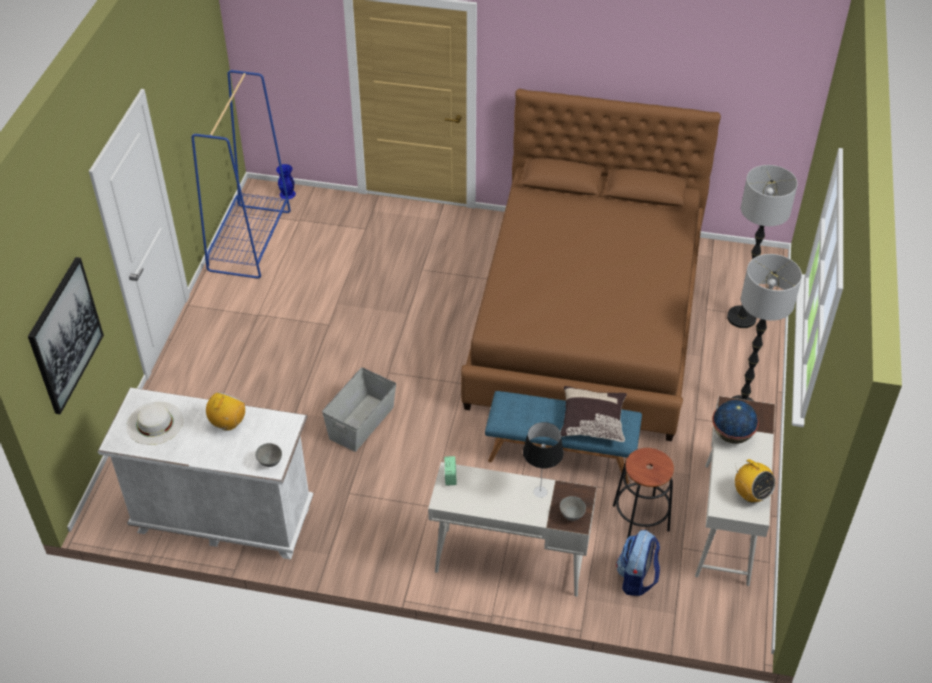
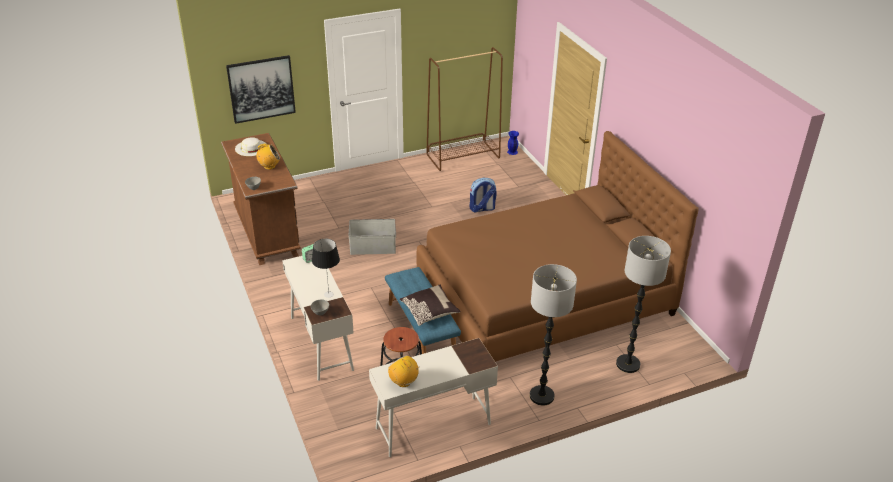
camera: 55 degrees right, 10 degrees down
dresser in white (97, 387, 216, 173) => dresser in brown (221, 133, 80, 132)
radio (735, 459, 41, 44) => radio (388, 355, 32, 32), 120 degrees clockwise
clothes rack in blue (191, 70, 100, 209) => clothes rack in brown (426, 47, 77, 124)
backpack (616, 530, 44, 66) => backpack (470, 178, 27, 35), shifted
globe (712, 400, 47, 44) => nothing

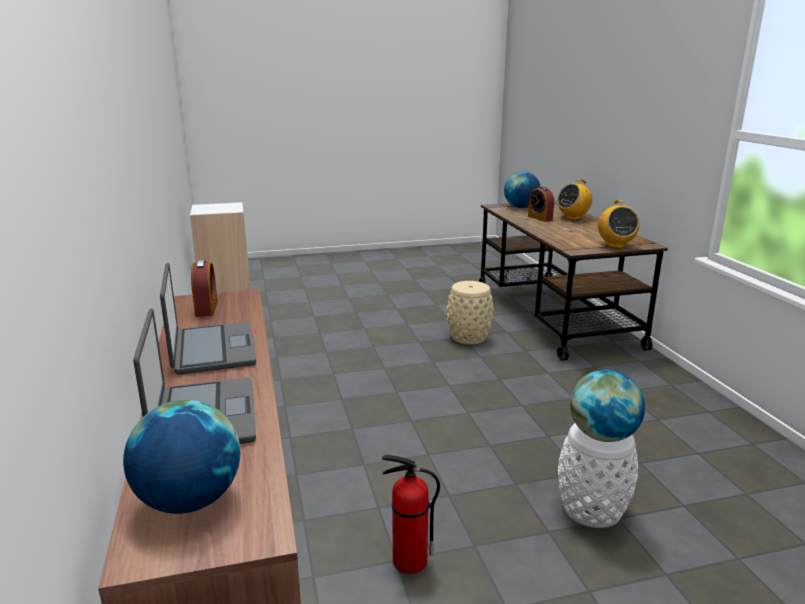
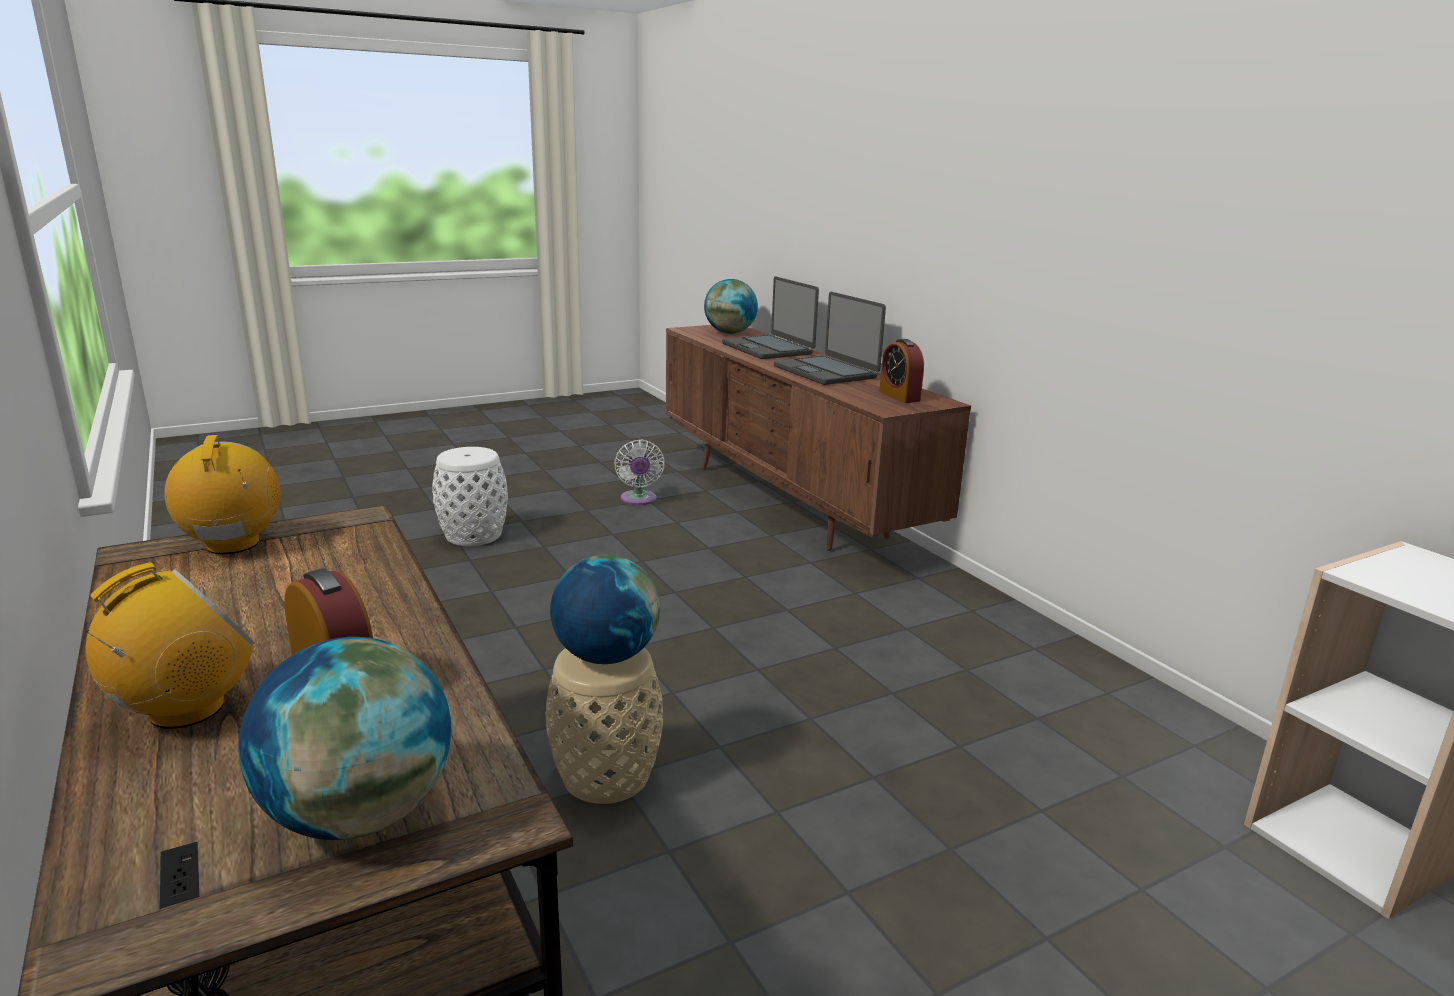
camera: 165 degrees right, 0 degrees up
globe (570, 370, 75, 72) => globe (550, 555, 110, 109), shifted
fire extinguisher (382, 455, 58, 119) => fan in white (614, 439, 51, 66)

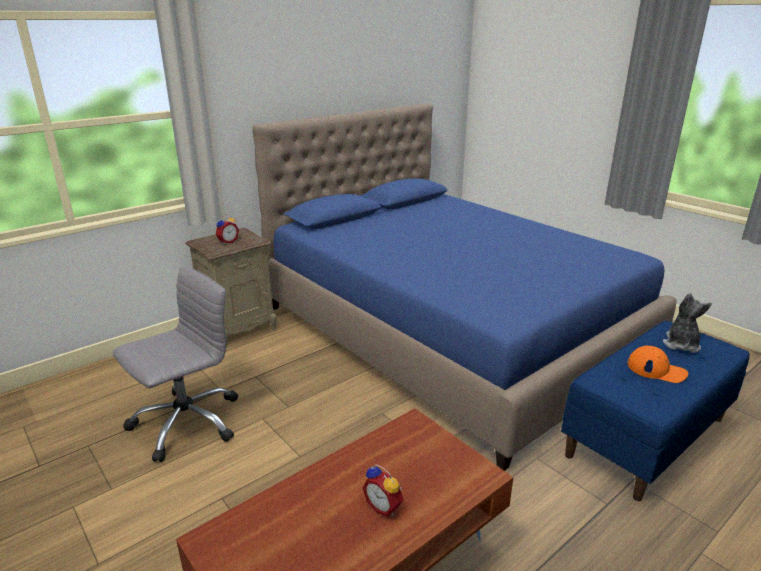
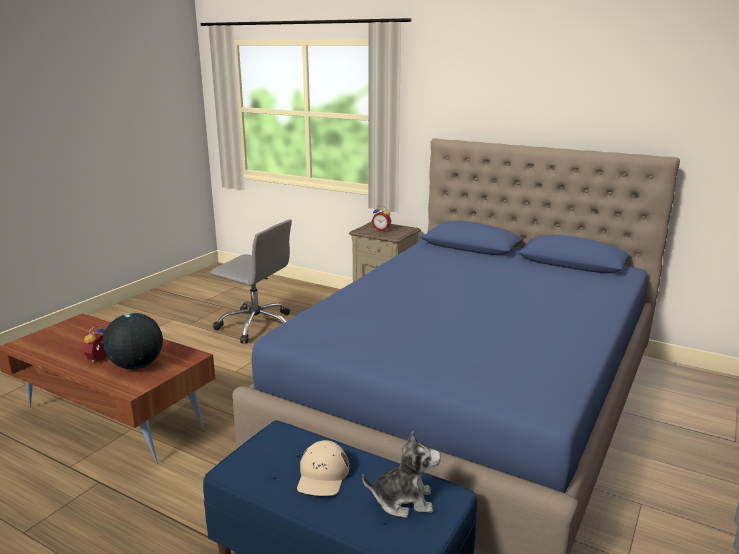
camera: 70 degrees right, 5 degrees down
nothing => globe (103, 313, 60, 56)
cap in orange (627, 346, 61, 37) => cap in beige (297, 440, 52, 56)

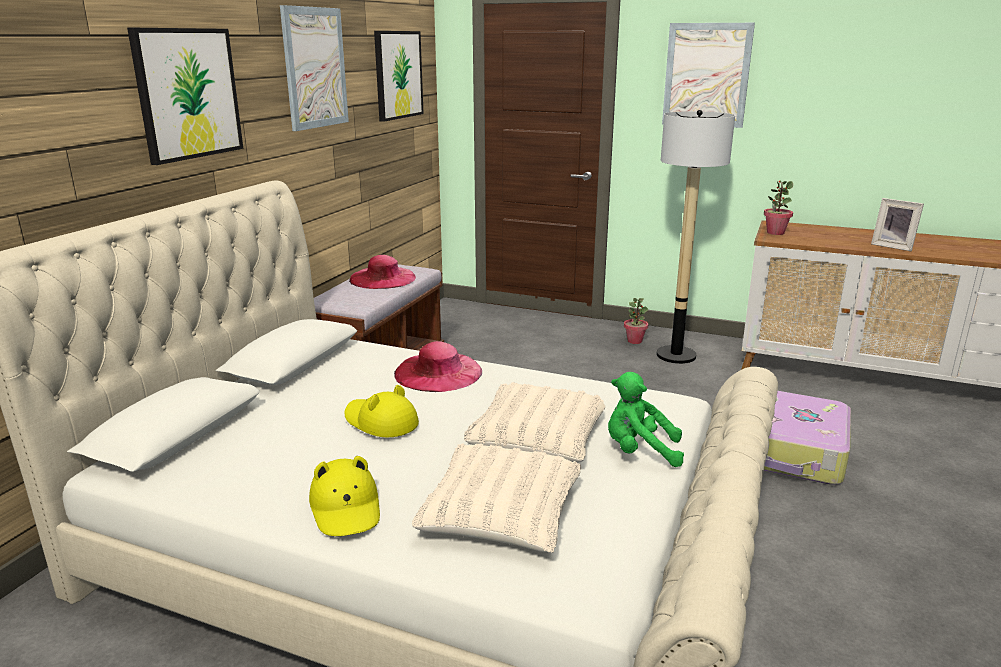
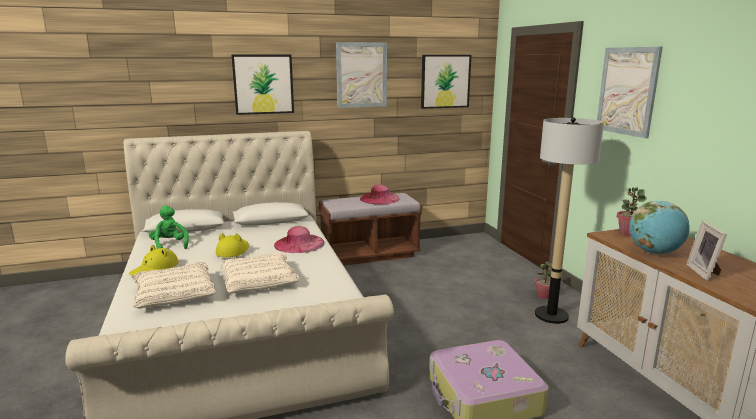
camera: 50 degrees right, 5 degrees down
plush toy in green (608, 372, 76, 95) => plush toy in green (149, 206, 40, 43), shifted
nothing => globe (629, 201, 61, 53)

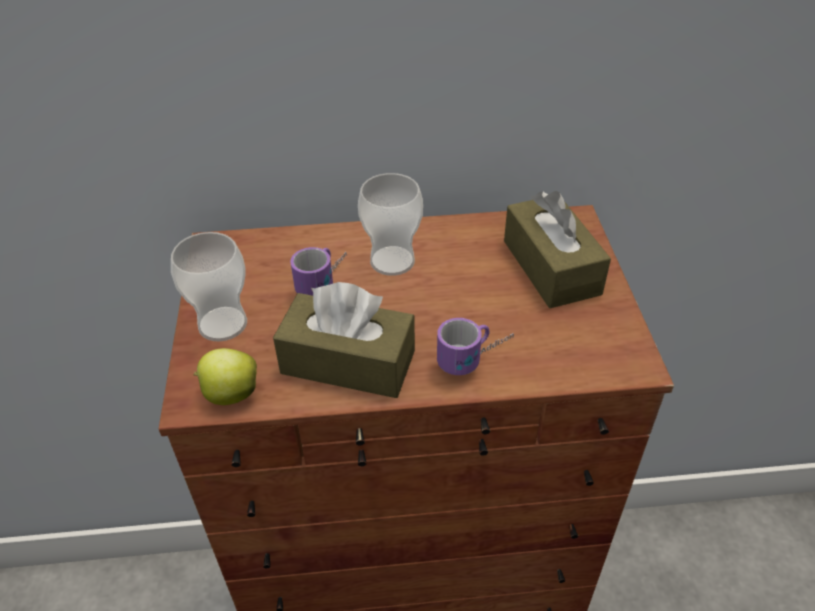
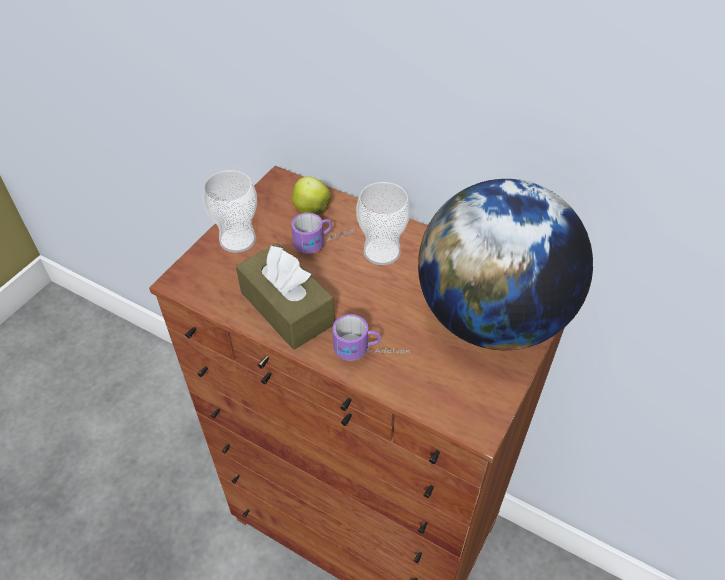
camera: 35 degrees right, 5 degrees up
apple (193, 348, 64, 57) => apple (292, 176, 39, 39), shifted
tissue box in brown (504, 191, 107, 117) => globe (418, 179, 175, 171)

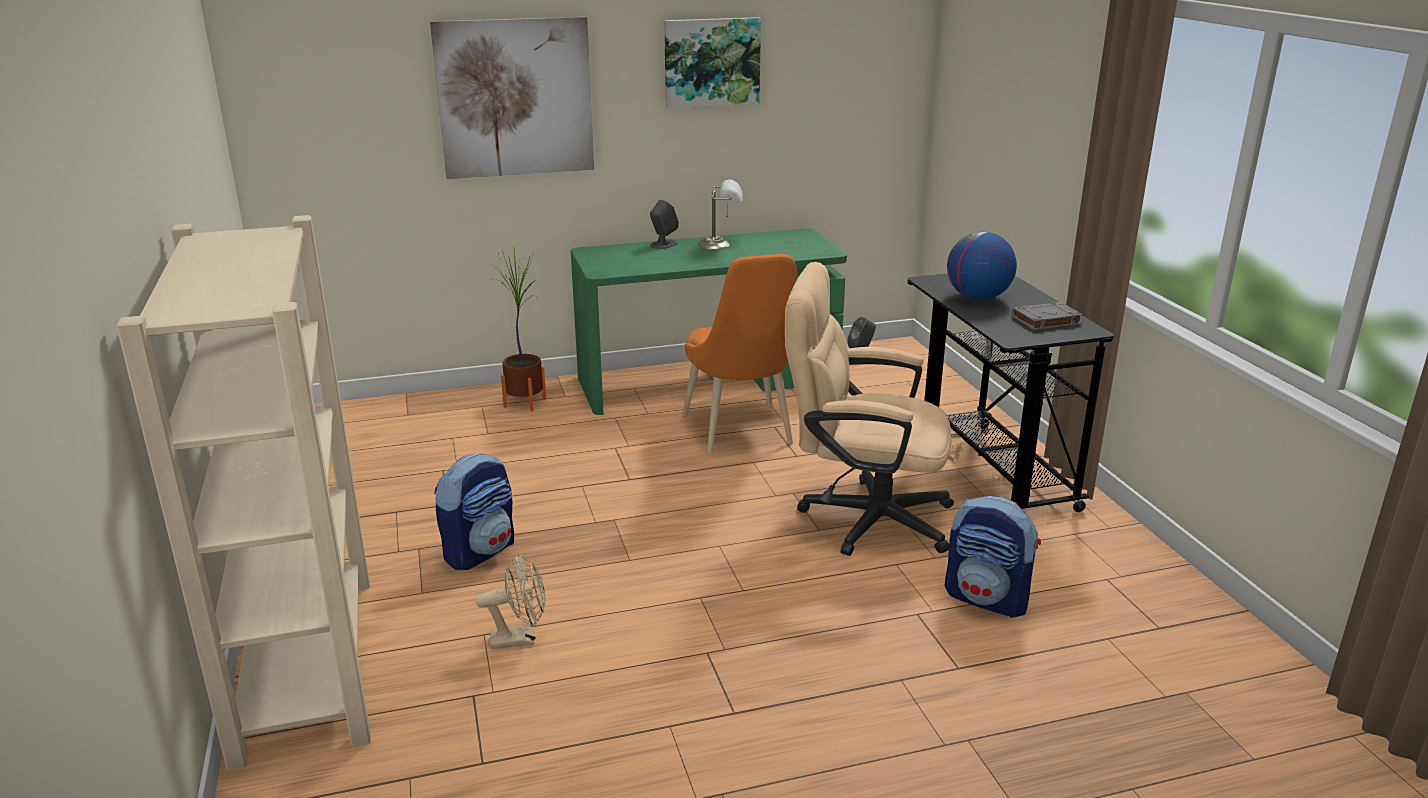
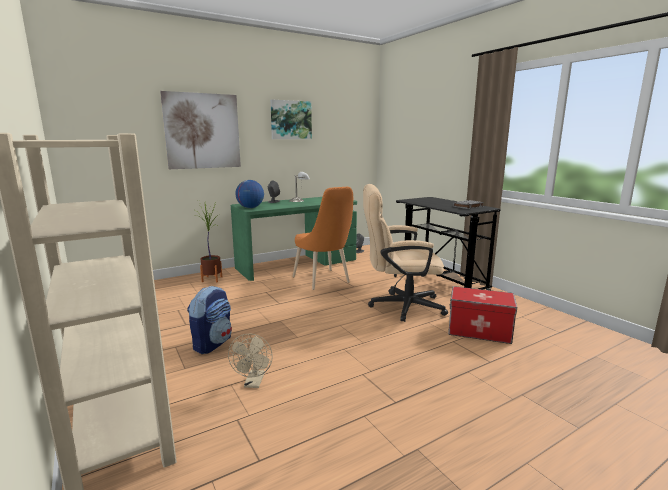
camera: 15 degrees left, 10 degrees down
fan in beige (476, 553, 69, 96) => fan in beige (228, 334, 45, 54), 120 degrees clockwise
globe (947, 232, 70, 68) => globe (235, 180, 29, 28), shifted
backpack (945, 496, 96, 122) => storage box (448, 286, 69, 58)

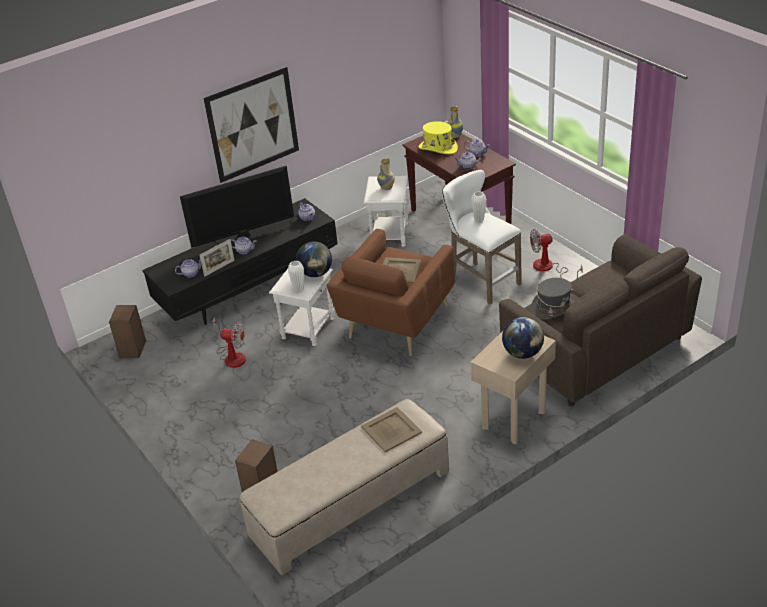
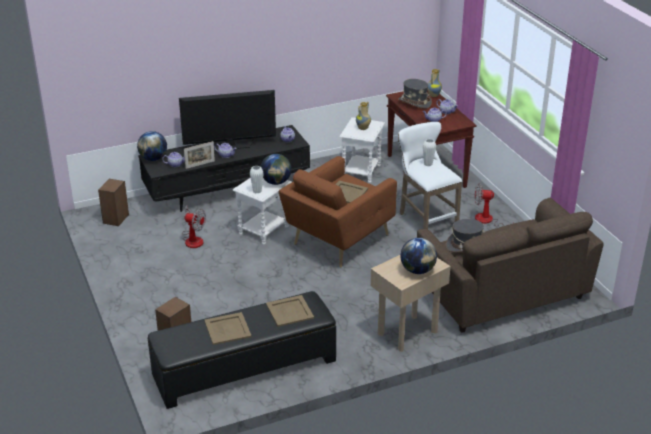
camera: 10 degrees right, 5 degrees down
nothing => globe (137, 131, 30, 30)
bench in beige (240, 399, 209, 176) => bench in black (148, 291, 188, 118)
nothing => tray in beige (204, 312, 48, 33)
hat in yellow (419, 121, 39, 33) => hat in grey (398, 79, 34, 30)
picture (204, 67, 95, 116) => nothing

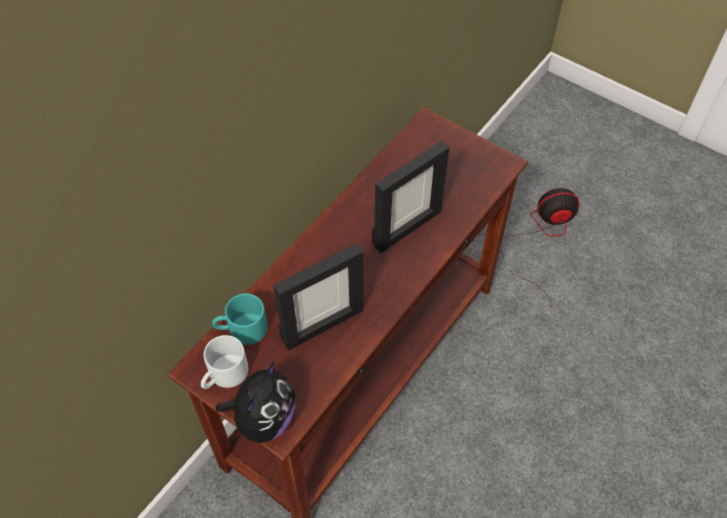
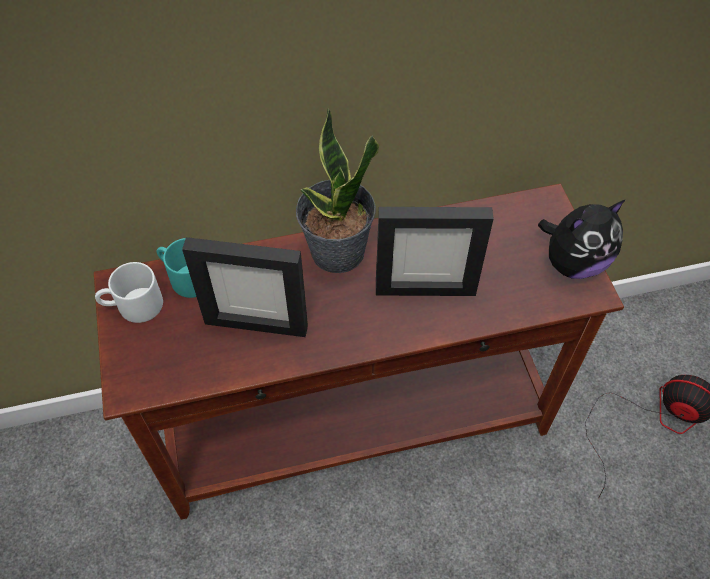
camera: 40 degrees right, 0 degrees up
nothing => potted plant (296, 108, 83, 165)
plush toy (216, 362, 79, 81) => plush toy (538, 199, 88, 80), shifted

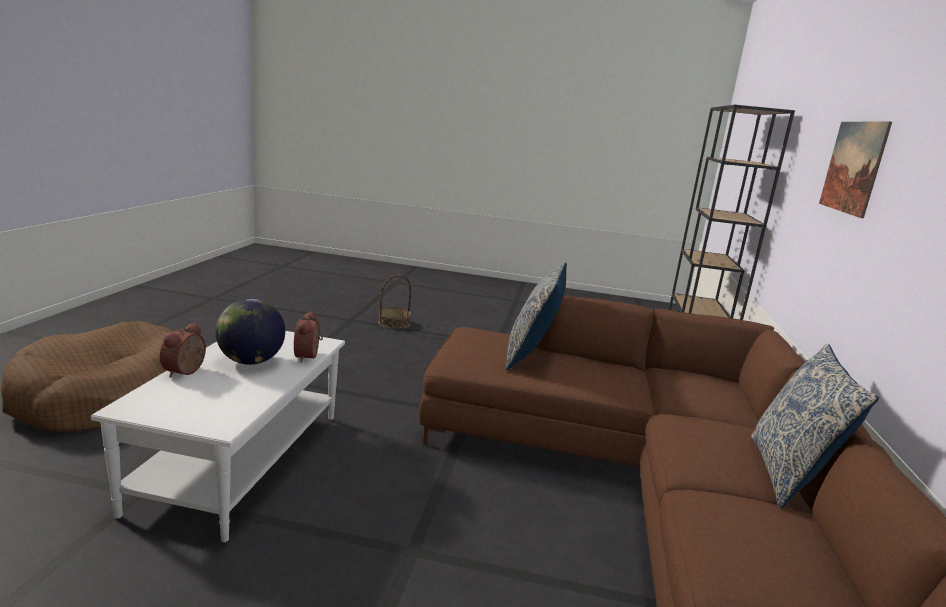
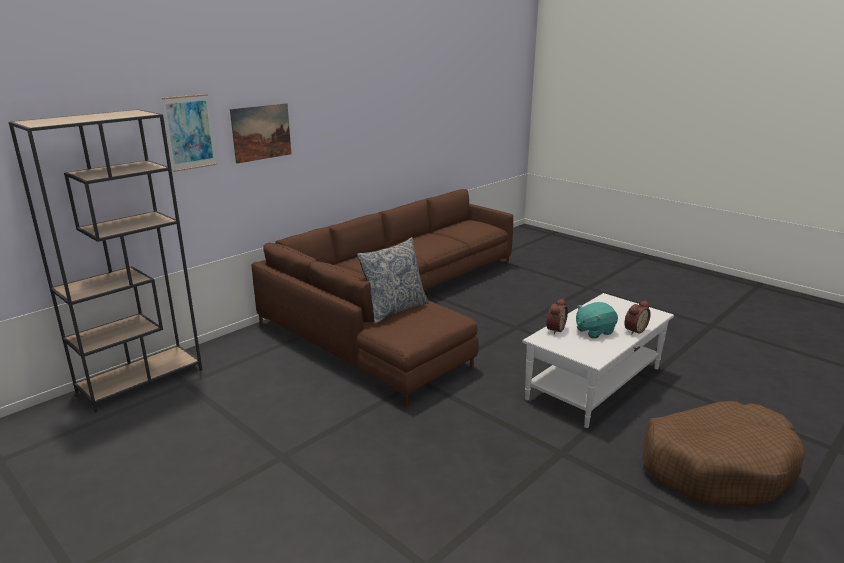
camera: 145 degrees left, 5 degrees up
nothing => picture (162, 94, 55, 78)
globe (215, 299, 70, 66) => plush toy in turquoise (576, 302, 42, 36)
basket (378, 275, 33, 54) => nothing
pillow (751, 344, 128, 164) => nothing

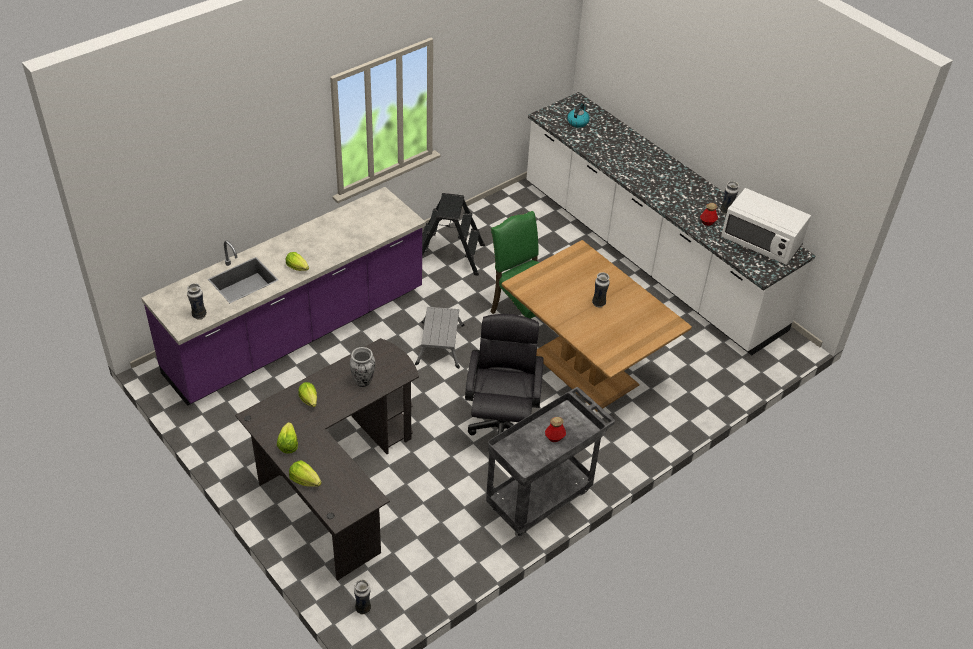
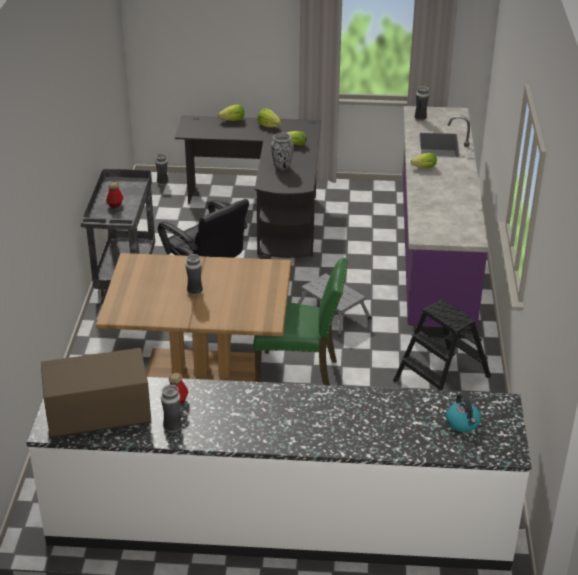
camera: 135 degrees right, 10 degrees down
microwave in white (721, 188, 90, 77) => microwave in brown (41, 348, 110, 90)

